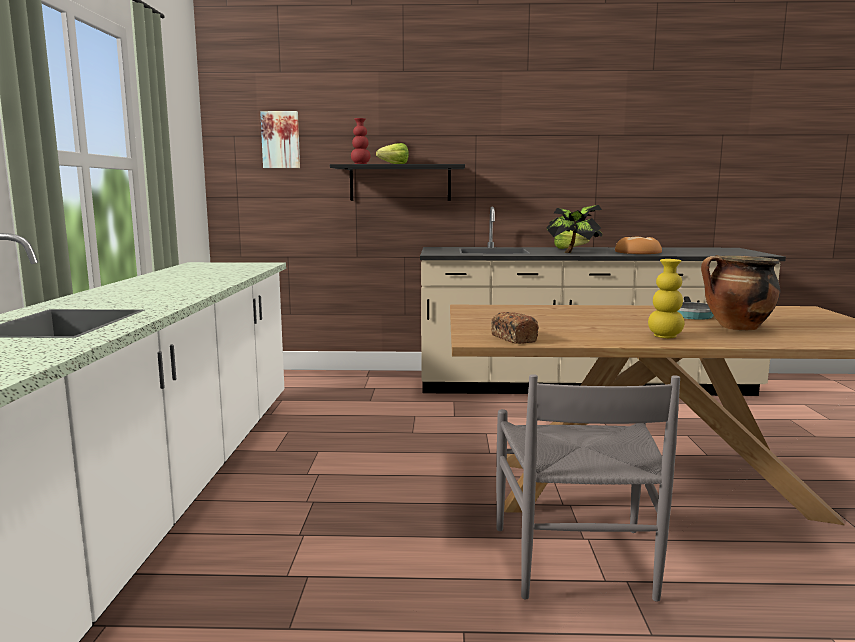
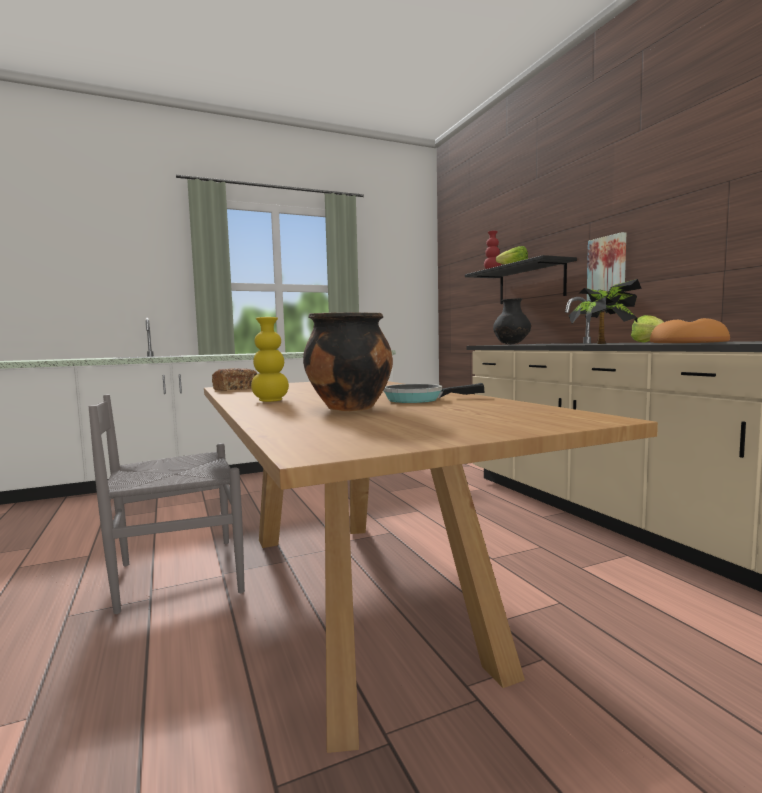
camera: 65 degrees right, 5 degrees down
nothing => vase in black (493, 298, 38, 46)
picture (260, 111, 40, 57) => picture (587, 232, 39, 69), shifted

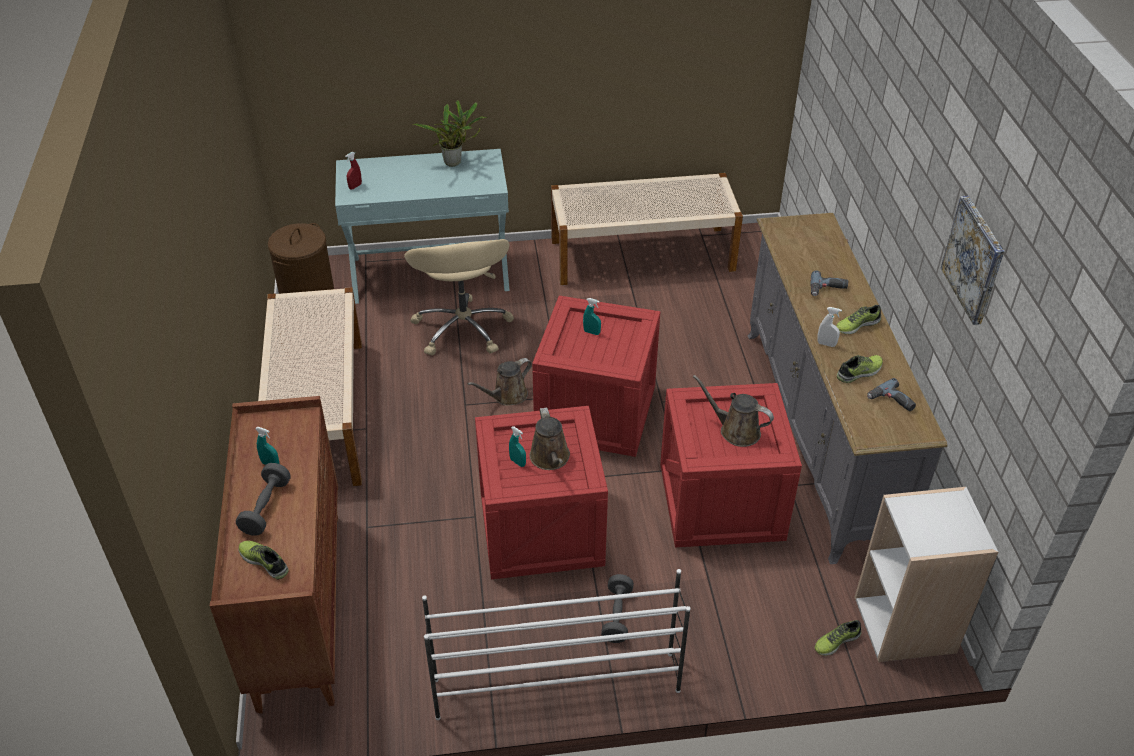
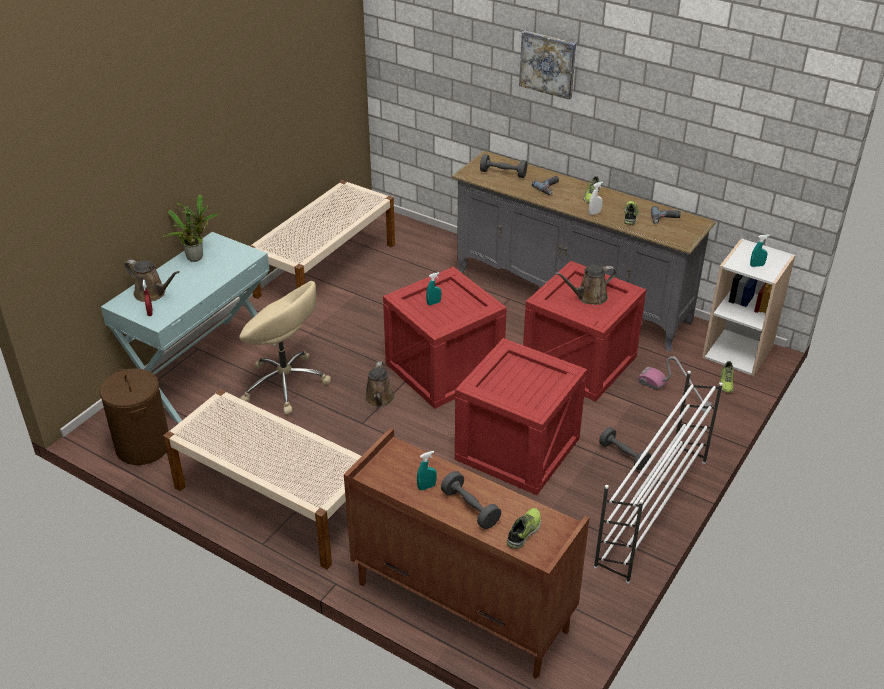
camera: 50 degrees left, 5 degrees down
watering can in brown (530, 407, 40, 63) => watering can in brown (124, 260, 56, 42), shifted
nothing => dumbbell in grey (480, 154, 47, 24)
shoe (239, 541, 49, 38) => shoe (507, 508, 34, 41), 135 degrees clockwise
picture (941, 196, 63, 129) => picture (519, 30, 57, 70), shifted
nothing => vacuum cleaner (638, 356, 74, 56)
spray bottle in turquoise (509, 426, 17, 41) => spray bottle in turquoise (750, 234, 20, 33), shifted

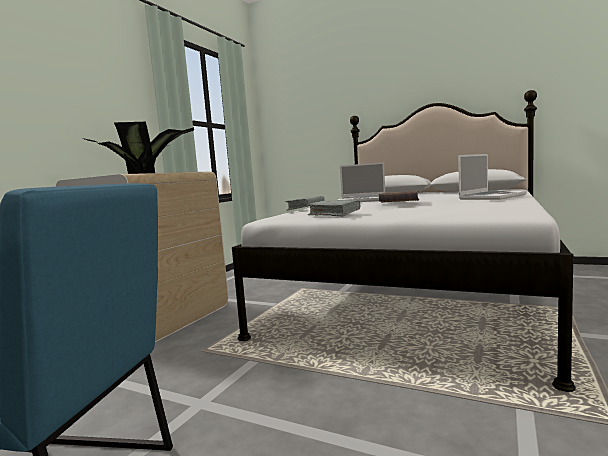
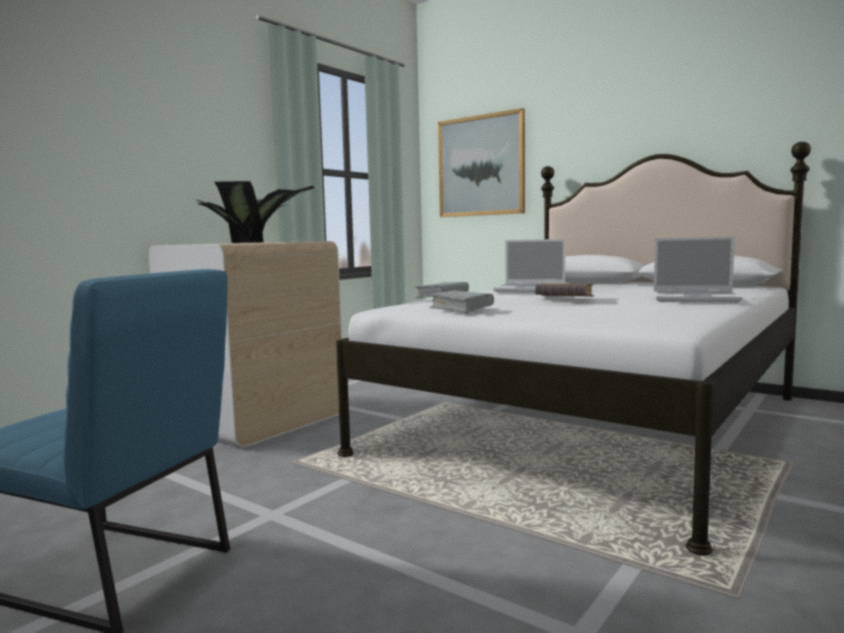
camera: 10 degrees right, 0 degrees up
nothing => picture (438, 108, 87, 109)
laptop (458, 154, 69, 46) => laptop (654, 237, 88, 66), 45 degrees clockwise

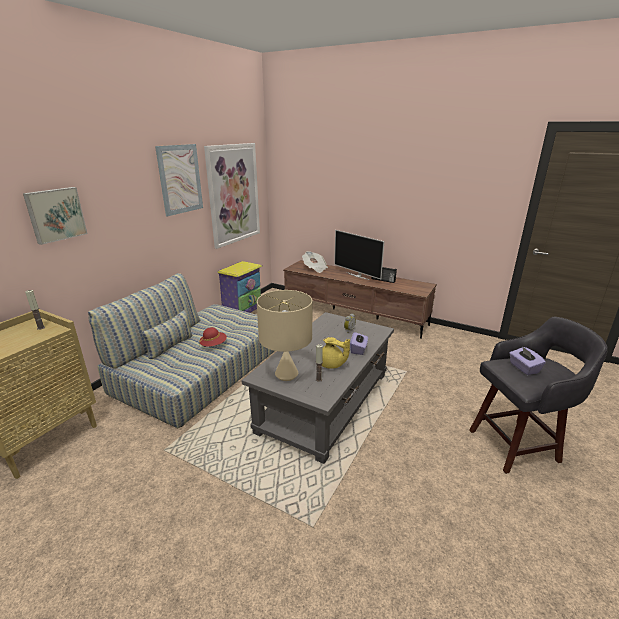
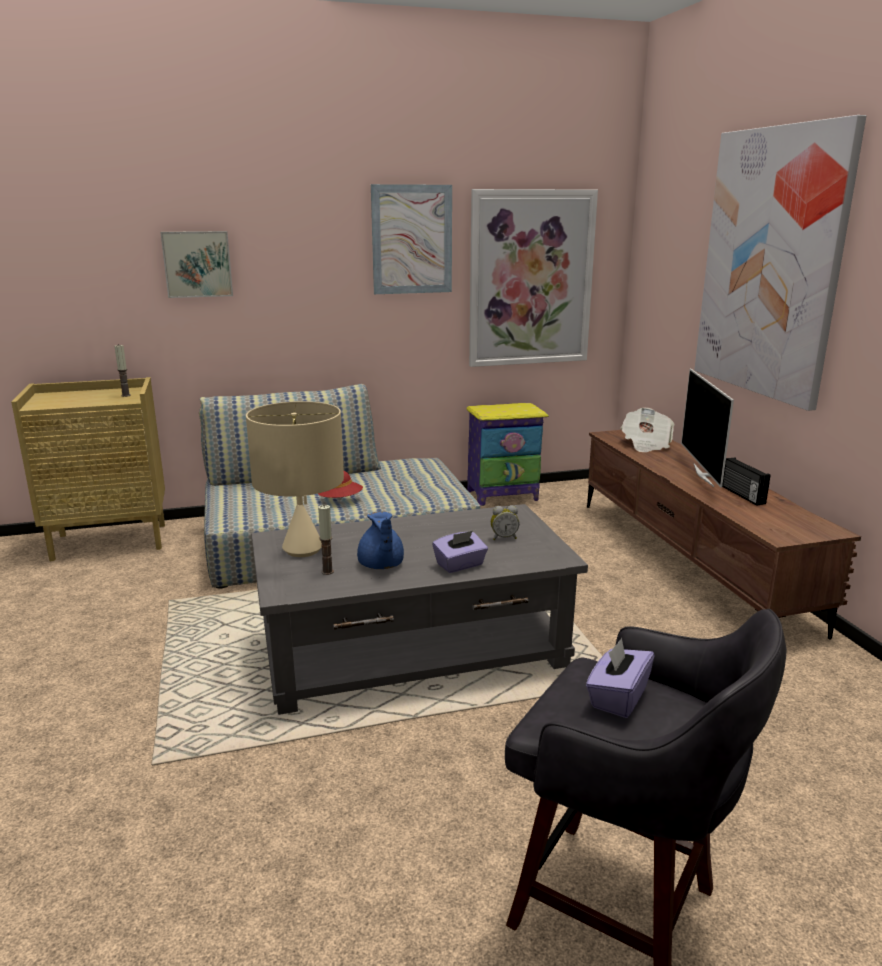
camera: 45 degrees right, 5 degrees down
teapot in yellow (322, 337, 28, 32) => teapot in blue (357, 512, 47, 57)
nothing => picture (694, 115, 172, 296)

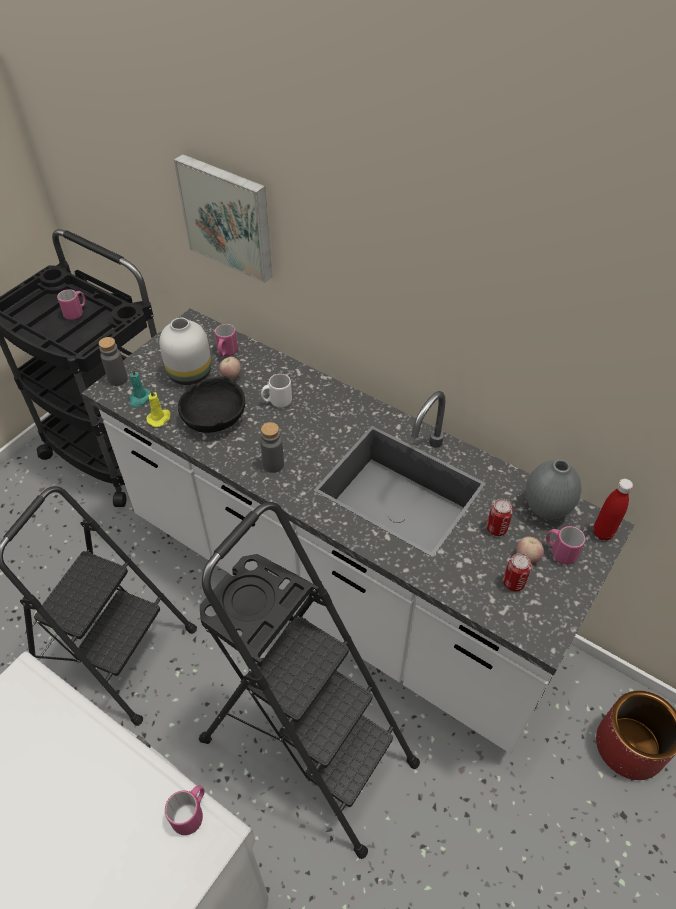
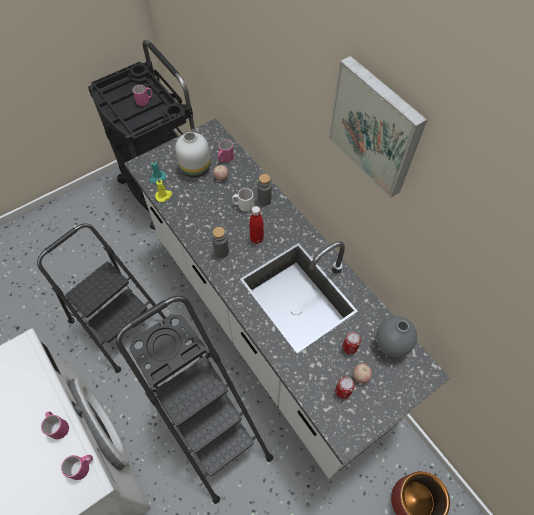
camera: 20 degrees right, 10 degrees up
mug in pink (546, 526, 39, 39) => mug in pink (41, 412, 28, 27), shifted
bottle in red (593, 479, 40, 61) => bottle in red (249, 206, 15, 38), shifted
bottle in grey (99, 337, 29, 49) => bottle in grey (257, 174, 15, 32), shifted
picture (174, 154, 98, 129) => picture (329, 56, 98, 142), shifted
bowl in black (178, 376, 67, 57) => nothing

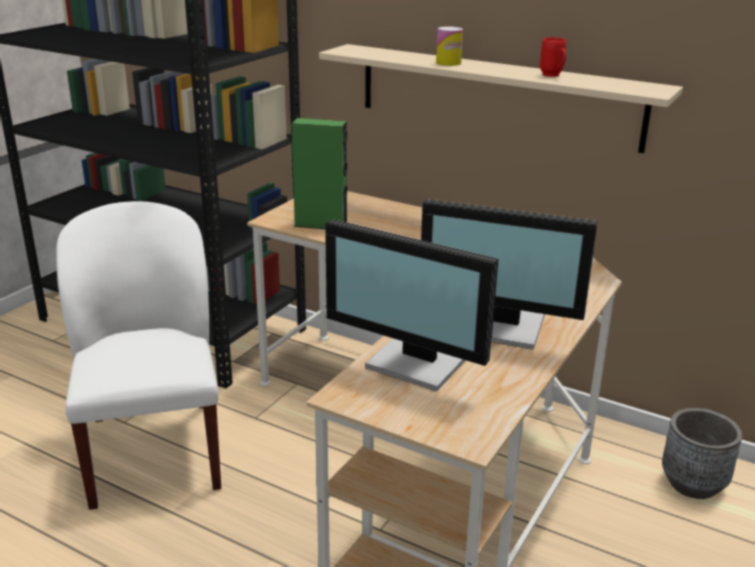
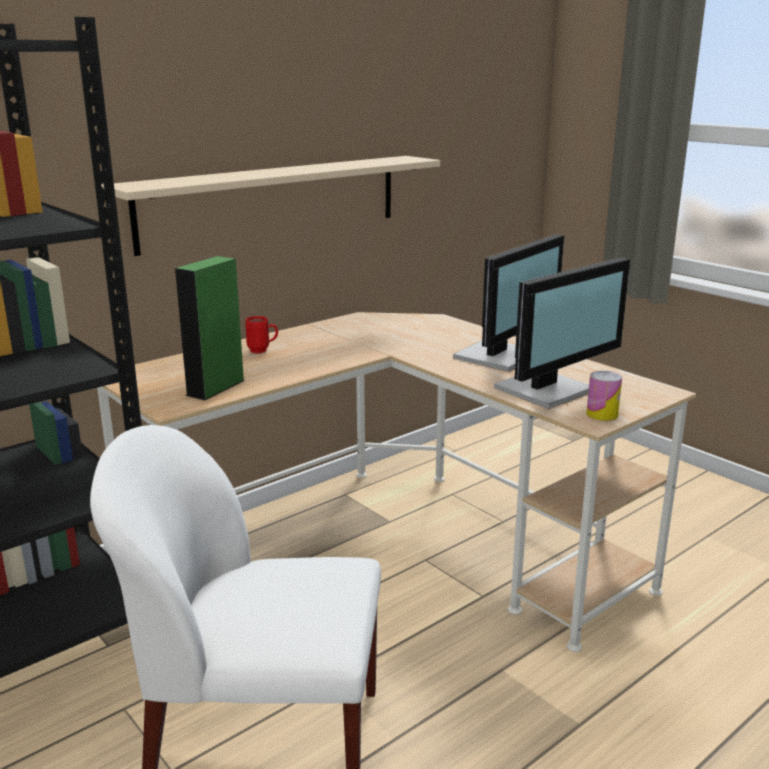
camera: 70 degrees left, 5 degrees down
mug in red (540, 37, 26, 40) => mug in red (245, 316, 33, 37), shifted
can (436, 27, 27, 39) => can (586, 371, 36, 50), shifted
planter in grey (662, 408, 80, 91) => nothing

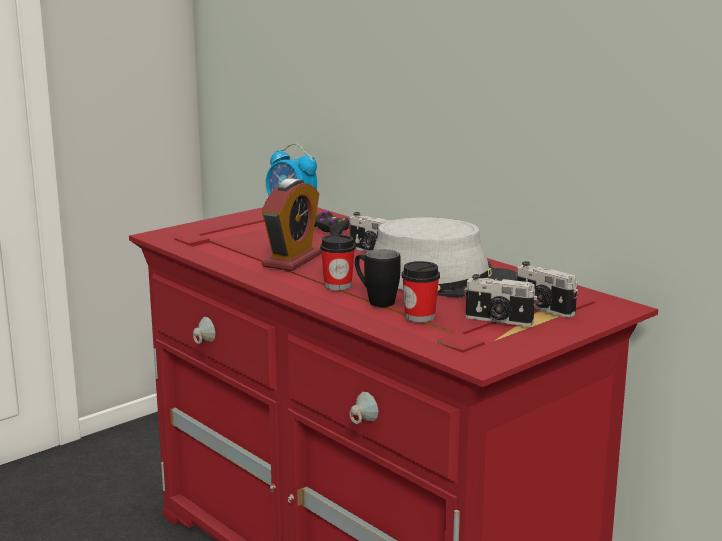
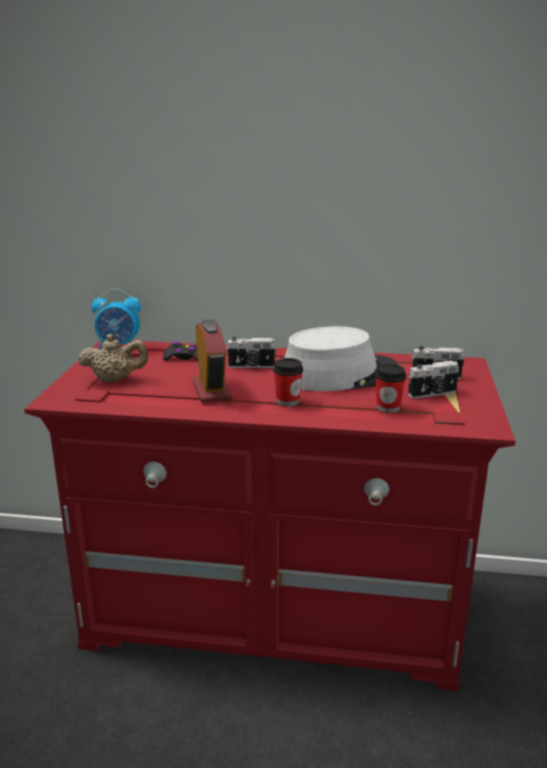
camera: 40 degrees left, 5 degrees up
nothing => teapot in beige (78, 334, 70, 48)
mug in black (355, 249, 46, 58) => nothing

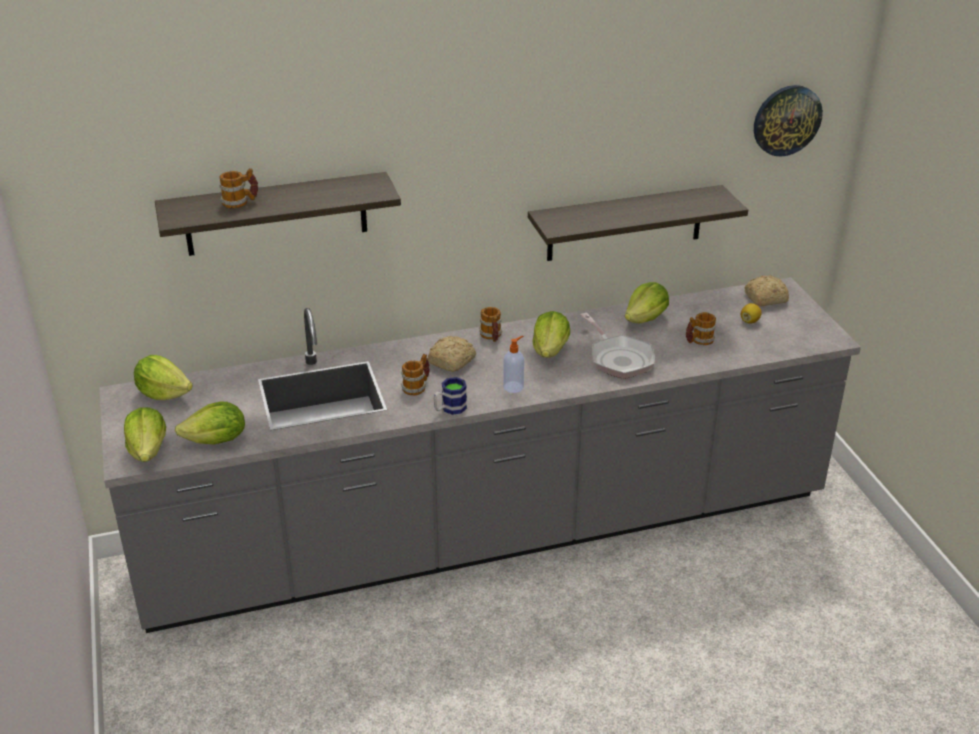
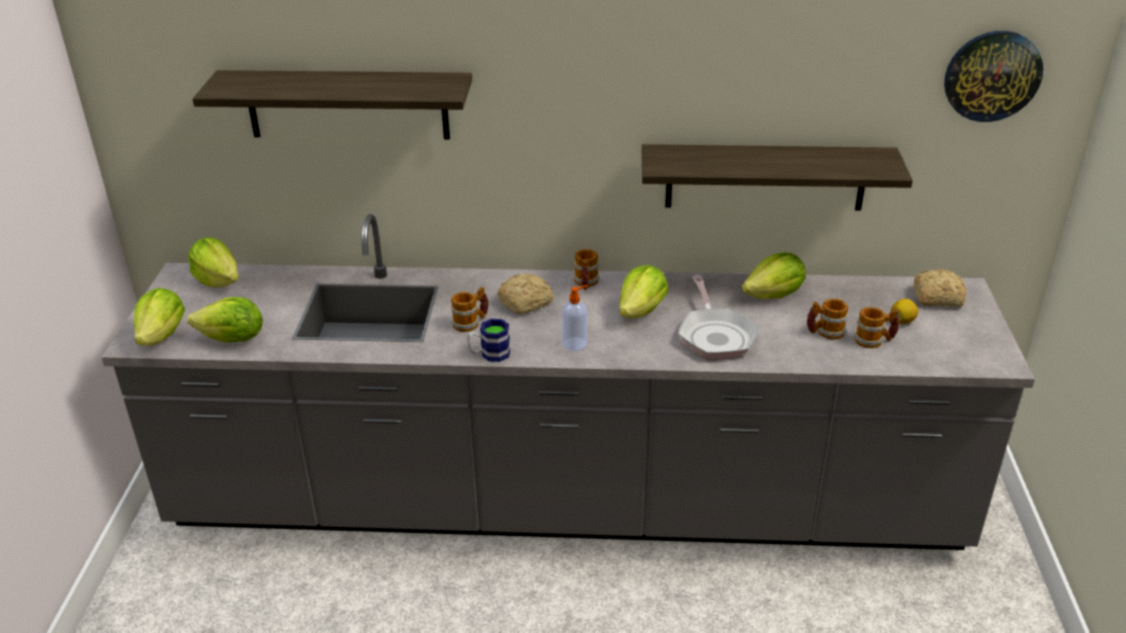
camera: 20 degrees right, 0 degrees up
mug (219, 168, 39, 40) => mug (854, 307, 45, 41), shifted

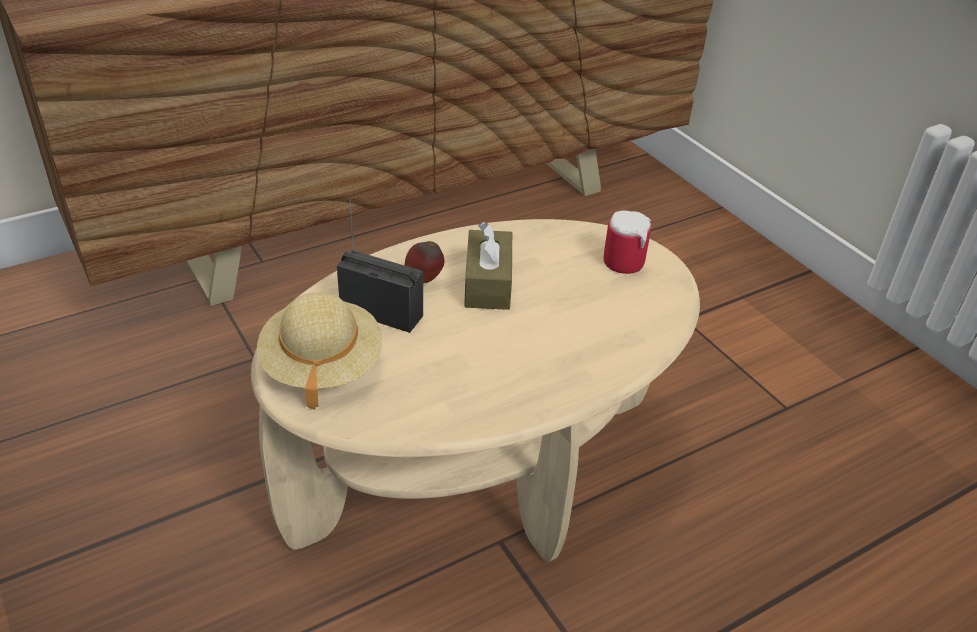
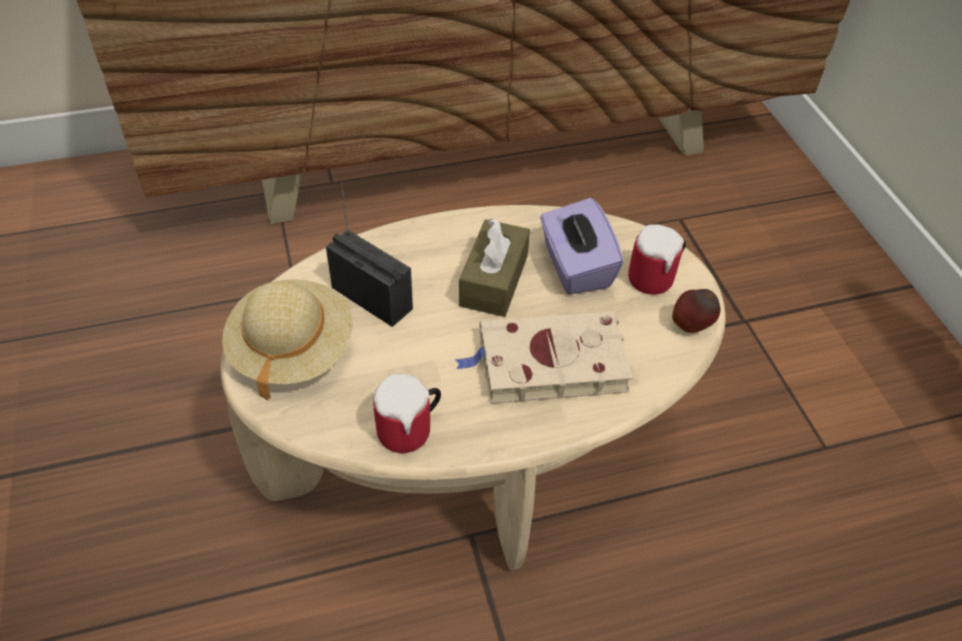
camera: 15 degrees right, 10 degrees up
nothing => mug (373, 374, 68, 79)
nothing => book in beige (455, 311, 178, 93)
nothing => tissue box in purple (540, 198, 84, 97)
apple (405, 241, 39, 42) => apple (672, 289, 48, 44), shifted

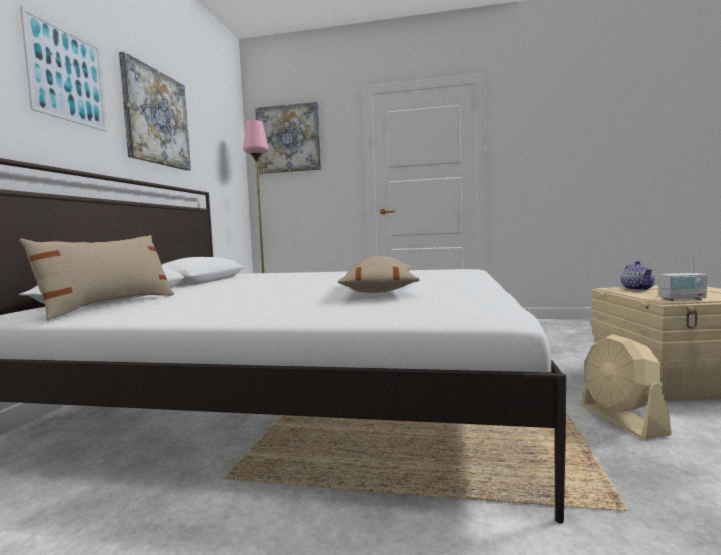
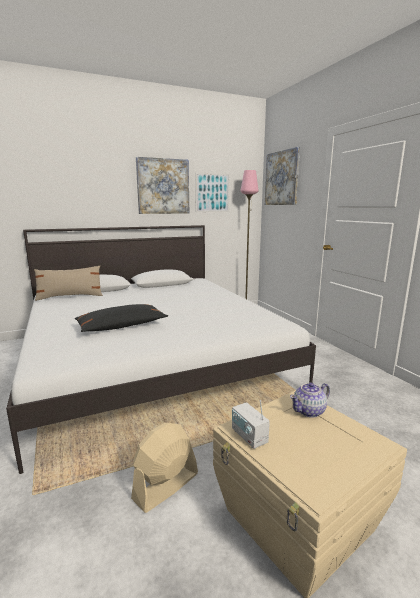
camera: 55 degrees right, 10 degrees up
pillow in beige (337, 256, 82, 37) => pillow in black (75, 304, 93, 28)
picture (20, 6, 87, 125) => picture (195, 173, 35, 39), shifted

